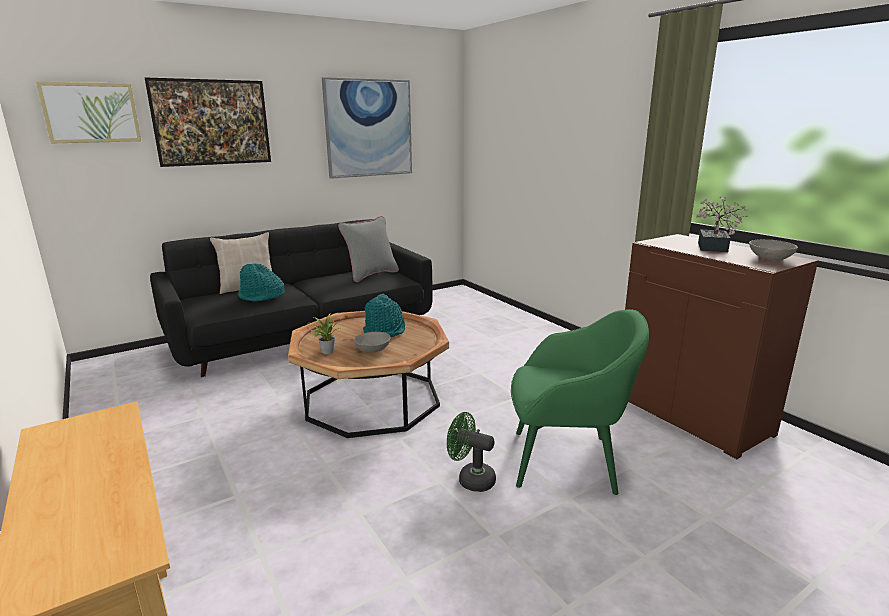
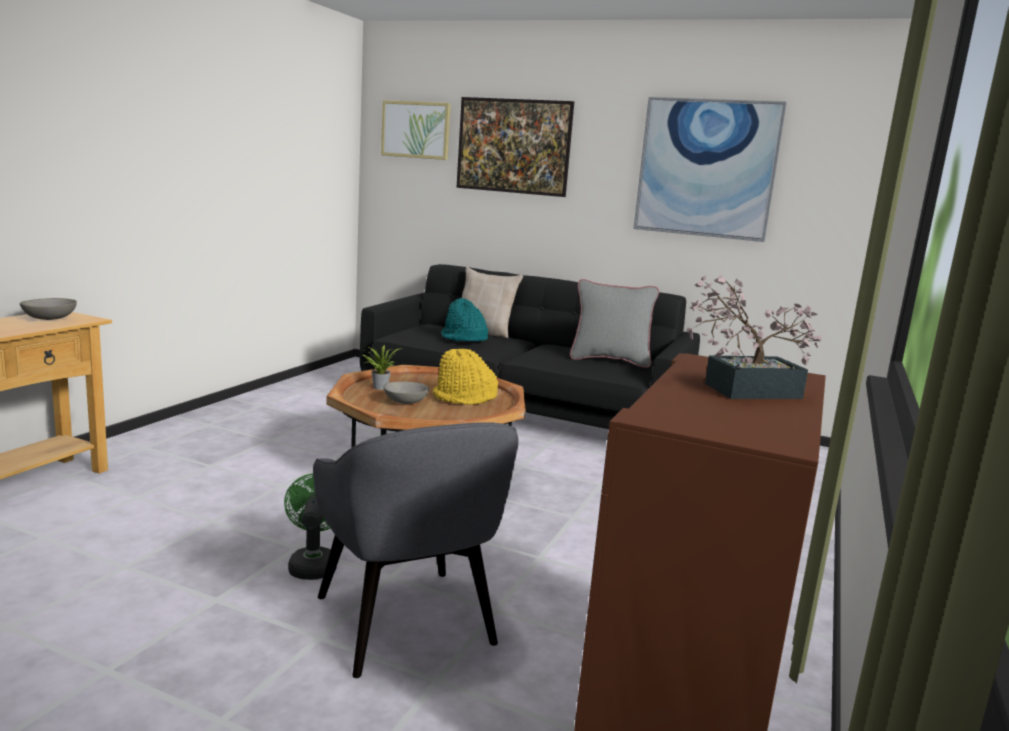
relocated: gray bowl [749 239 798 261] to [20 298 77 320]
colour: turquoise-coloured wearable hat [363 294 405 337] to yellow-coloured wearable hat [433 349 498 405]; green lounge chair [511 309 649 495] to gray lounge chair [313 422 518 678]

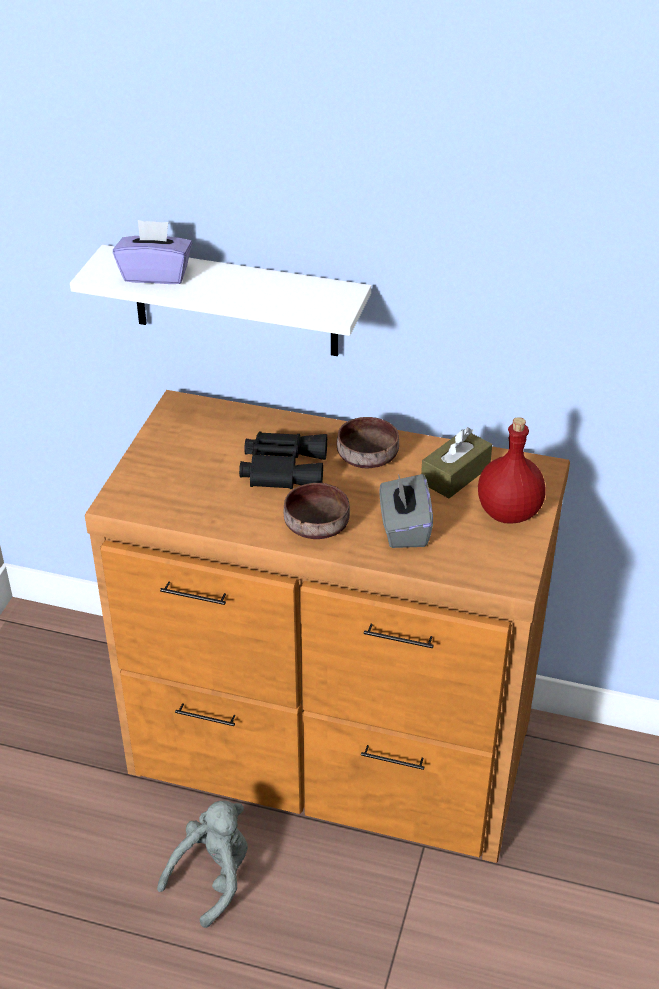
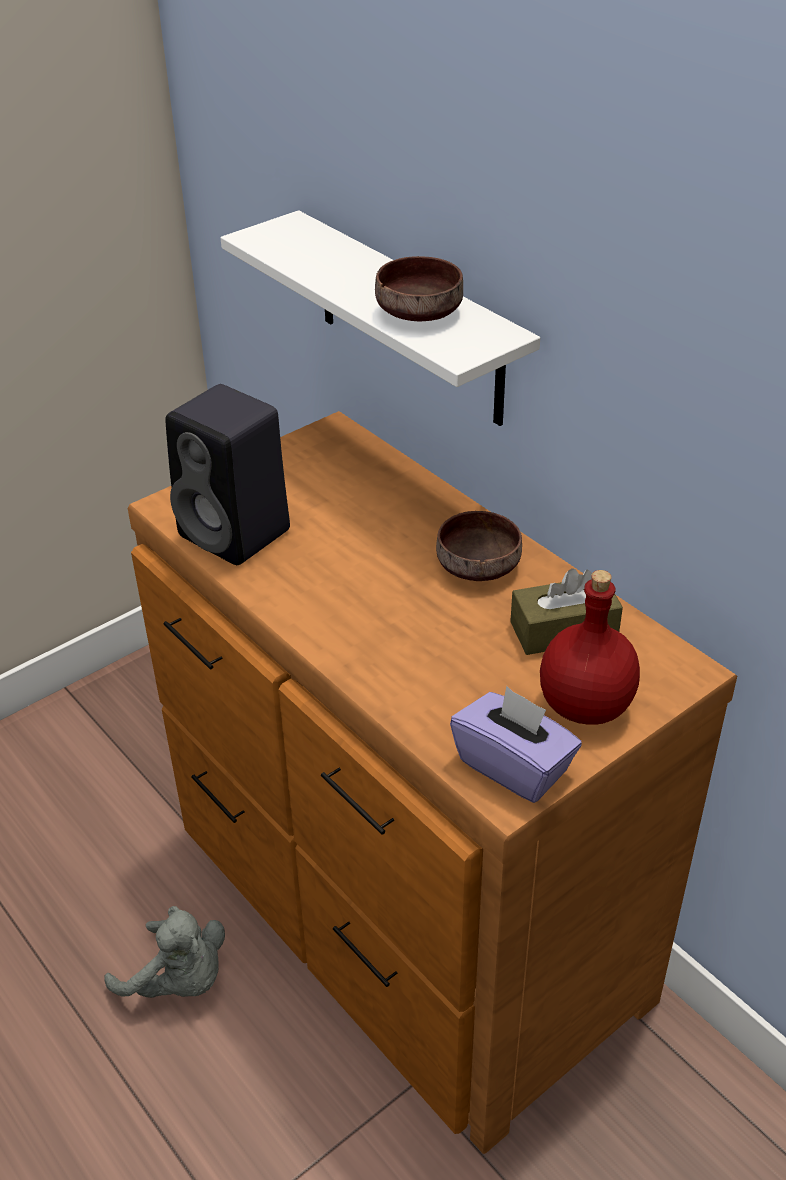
missing: blackish field glasses [239 432 327 489]; gray tissue box [379 474 433 548]
appeared: blackish audio speaker [165 384 290 565]
relocated: purple tissue box [113 220 192 284] to [450 686 582 803]; brown bowl [284 483 350 539] to [375 256 463 321]
spun: gray plush toy [157 801 248 928] = [104 906 225 998] 45 degrees clockwise

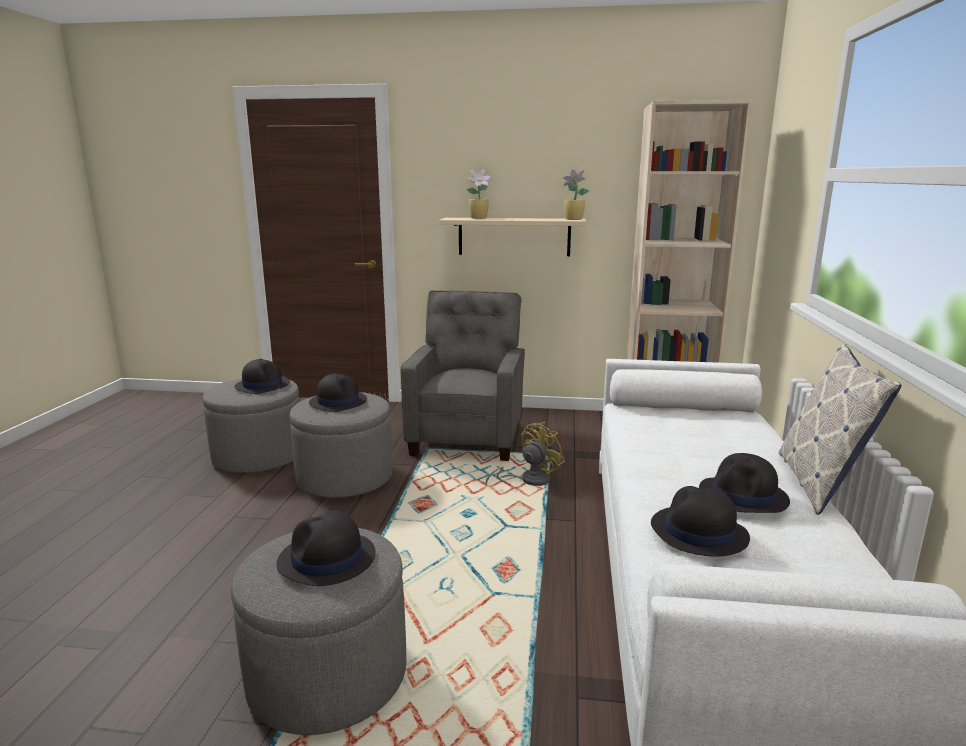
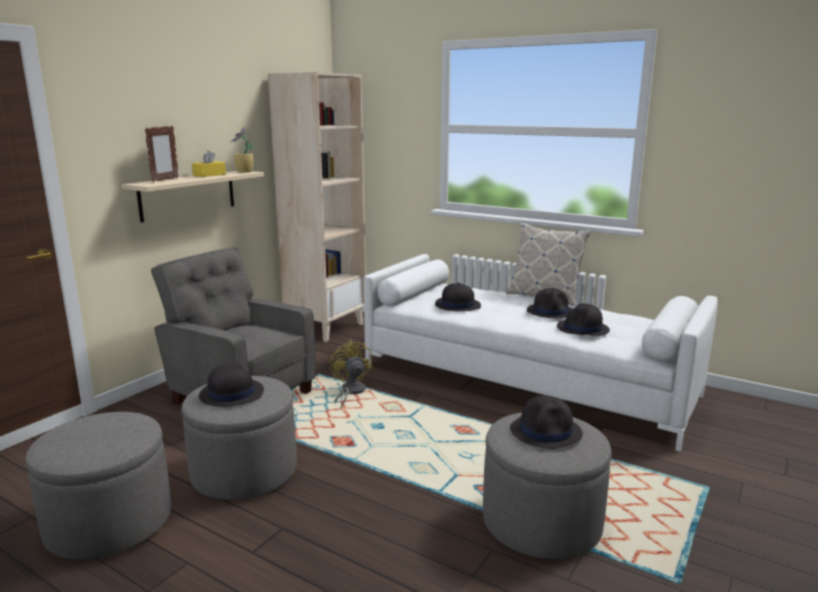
appeared: yellow-coloured tissue box [192 151 226 177]
relocated: blackish wearable hat [235 359 290 394] to [435 283 481 312]
exchanged: plant in a pot [467 170 492 219] to photo frame [145 126 179 182]

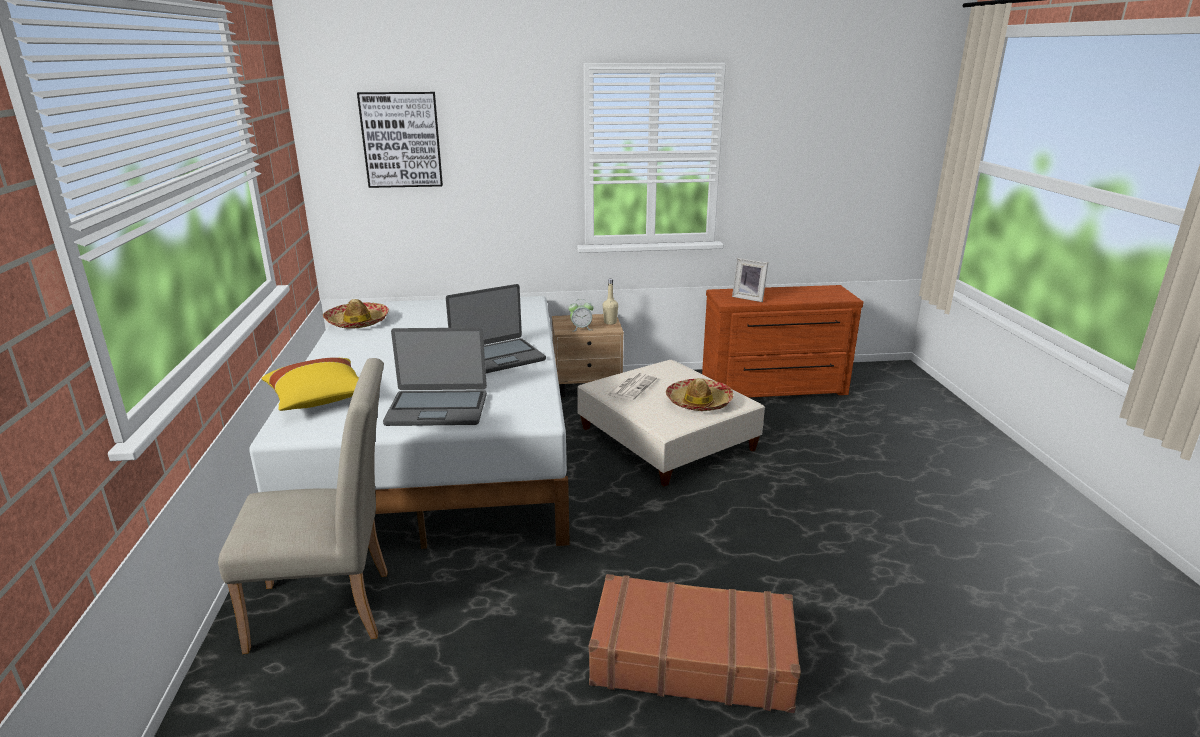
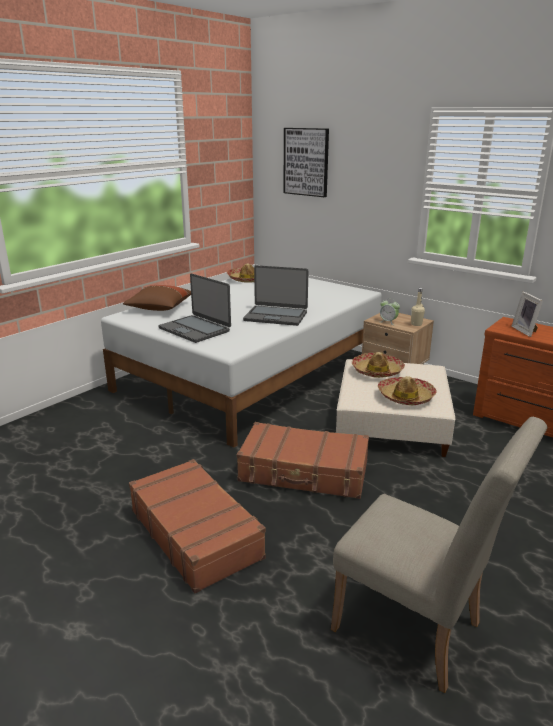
appeared: brown piece of luggage [237 422 369 499]
relocated: sand-coloured plain chair [218 358 388 654] to [331 417 548 693]
exchanged: daily paper [607 372 657 401] to wearable hat [352 352 405 378]
colour: yellow-coloured cushion [261 357 359 411] to brown cushion [123 285 191 311]

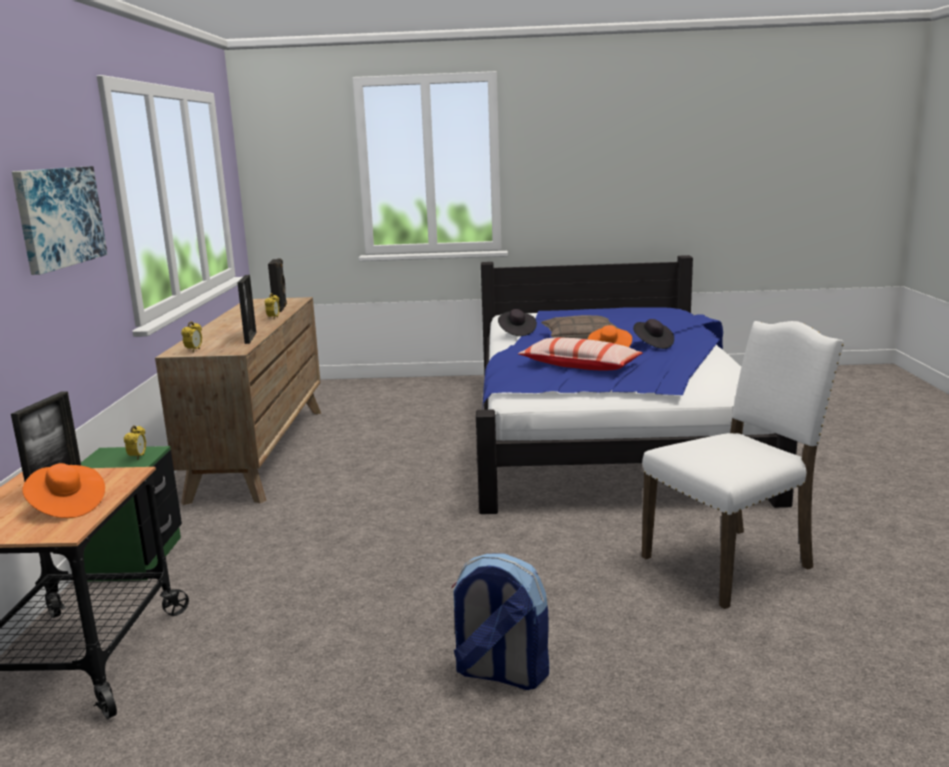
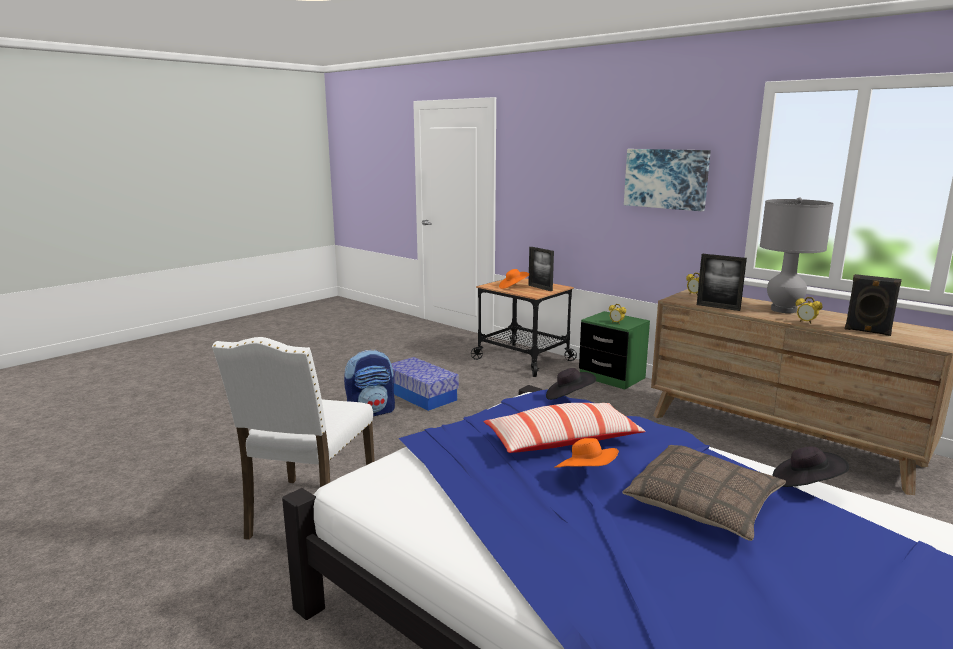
appeared: gray table lamp [760 197 834 313]; storage container [391 357 459 411]
relocated: blackish wearable hat [633 319 674 349] to [546 368 596 400]

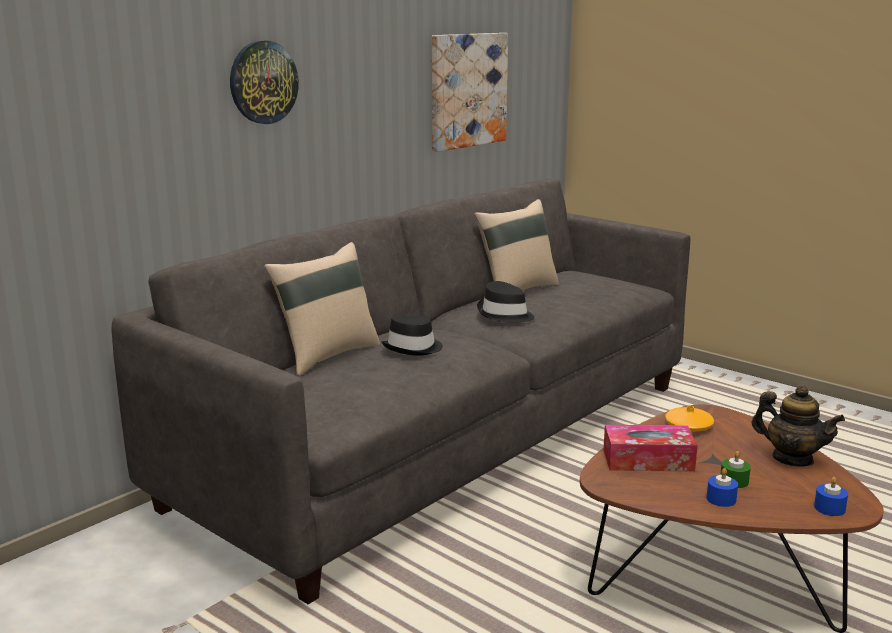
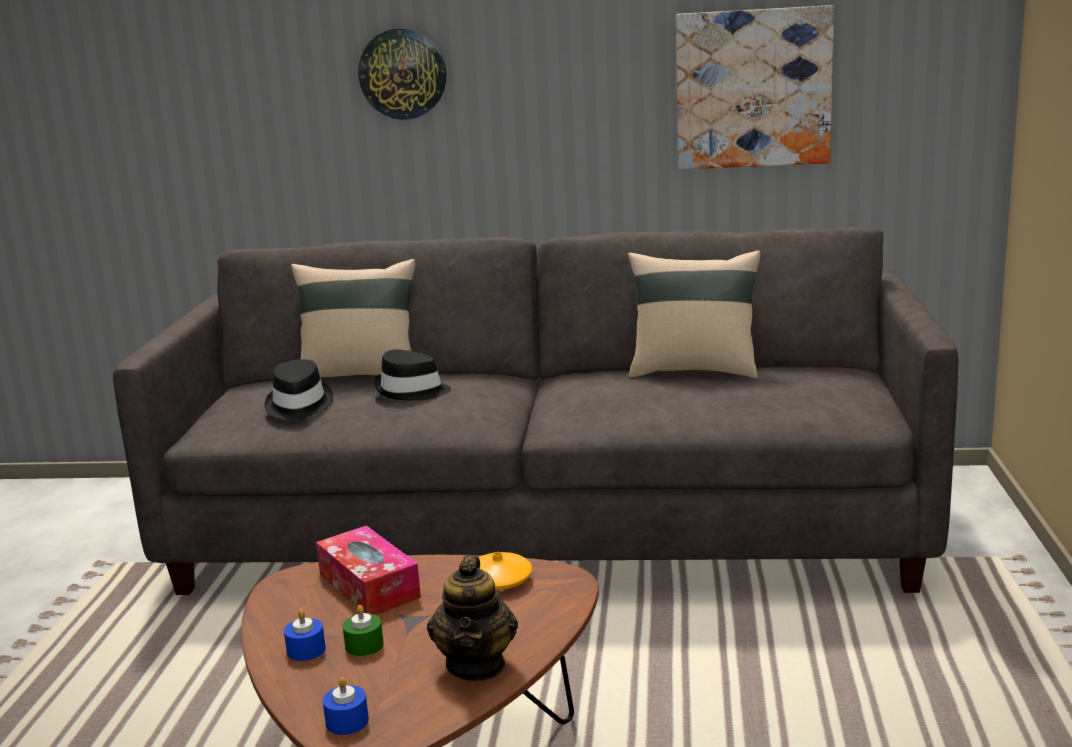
relocated: blackish wearable hat [477 281 534 323] to [265 359 333 419]

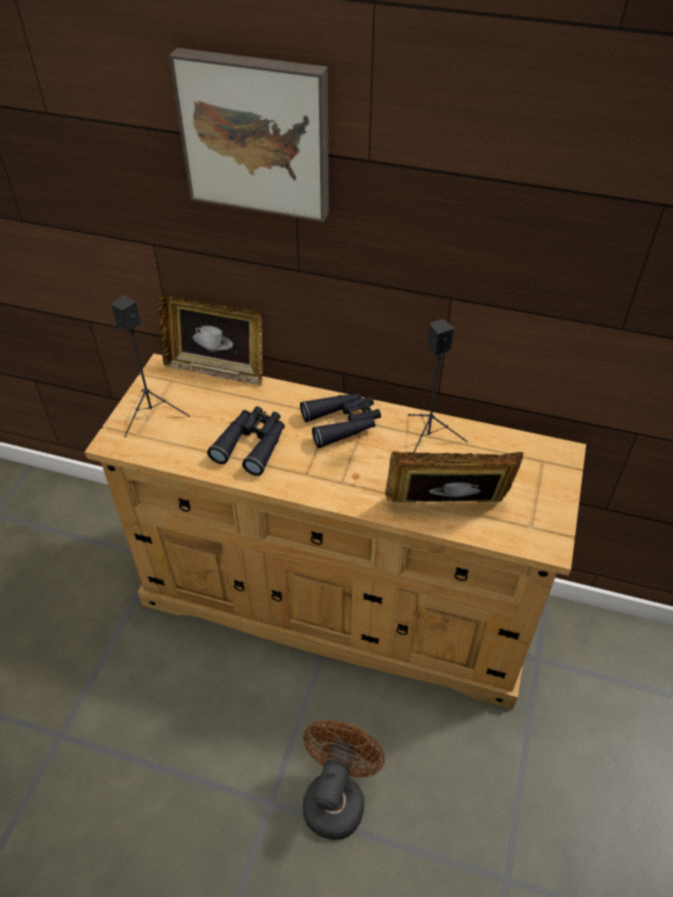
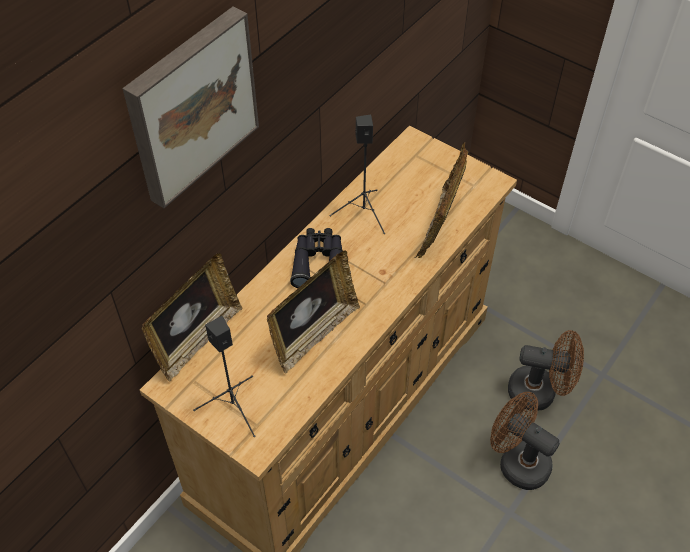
appeared: brown fan [508 330 584 411]
exchanged: blackish field glasses [207 406 285 476] to photo frame [267 250 360 374]

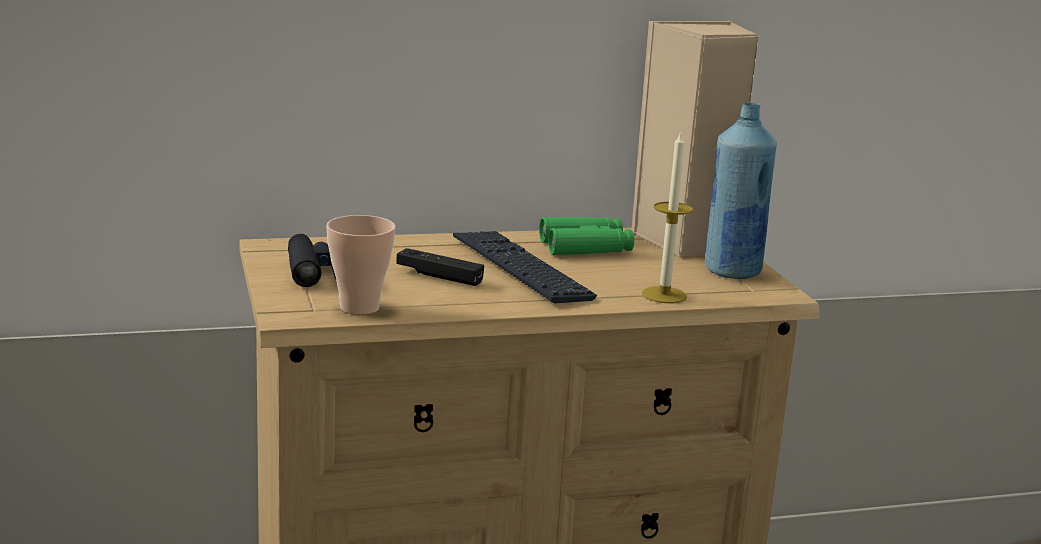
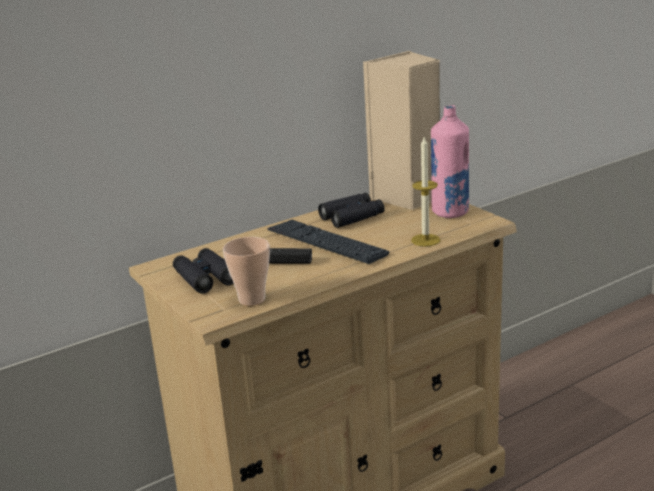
colour: bluish drink bottle [705 103 777 279] to pink drink bottle [431 105 469 218]; green field glasses [539 217 634 255] to blackish field glasses [318 193 385 228]

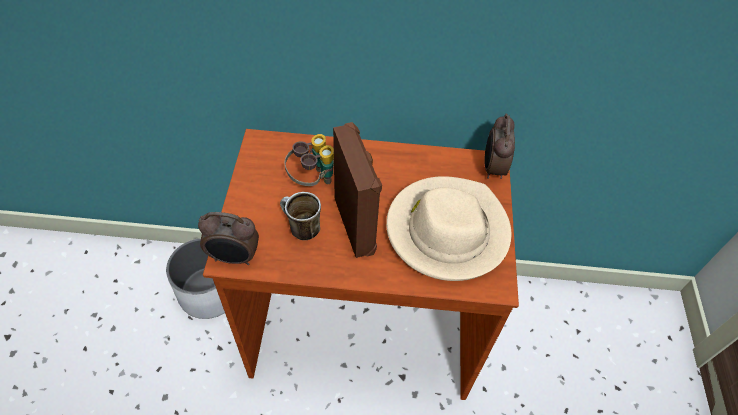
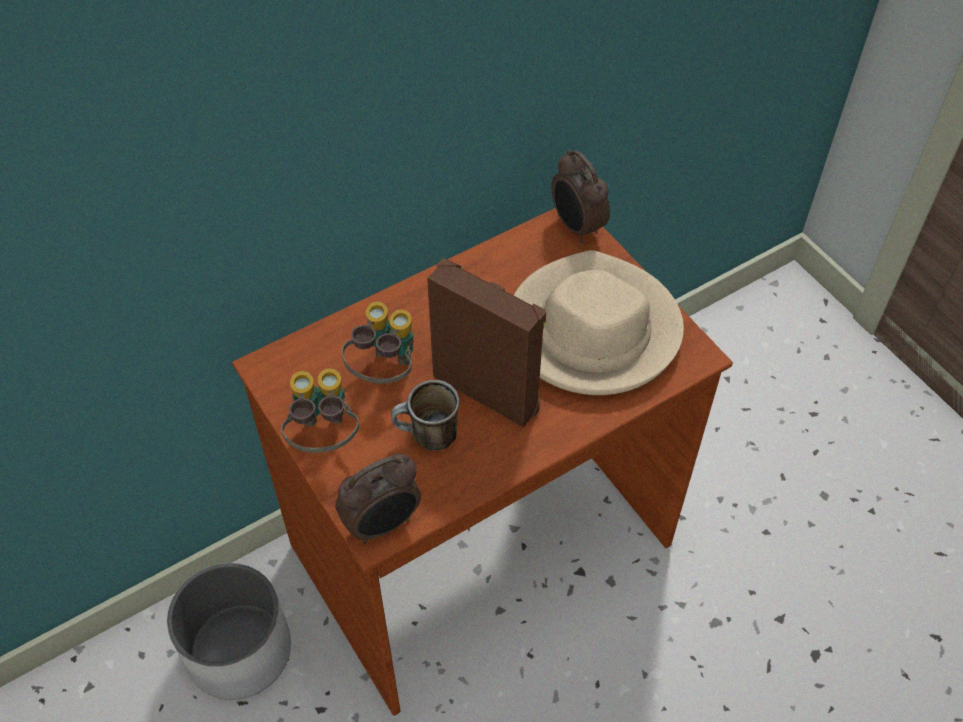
appeared: field glasses [281 369 359 453]

